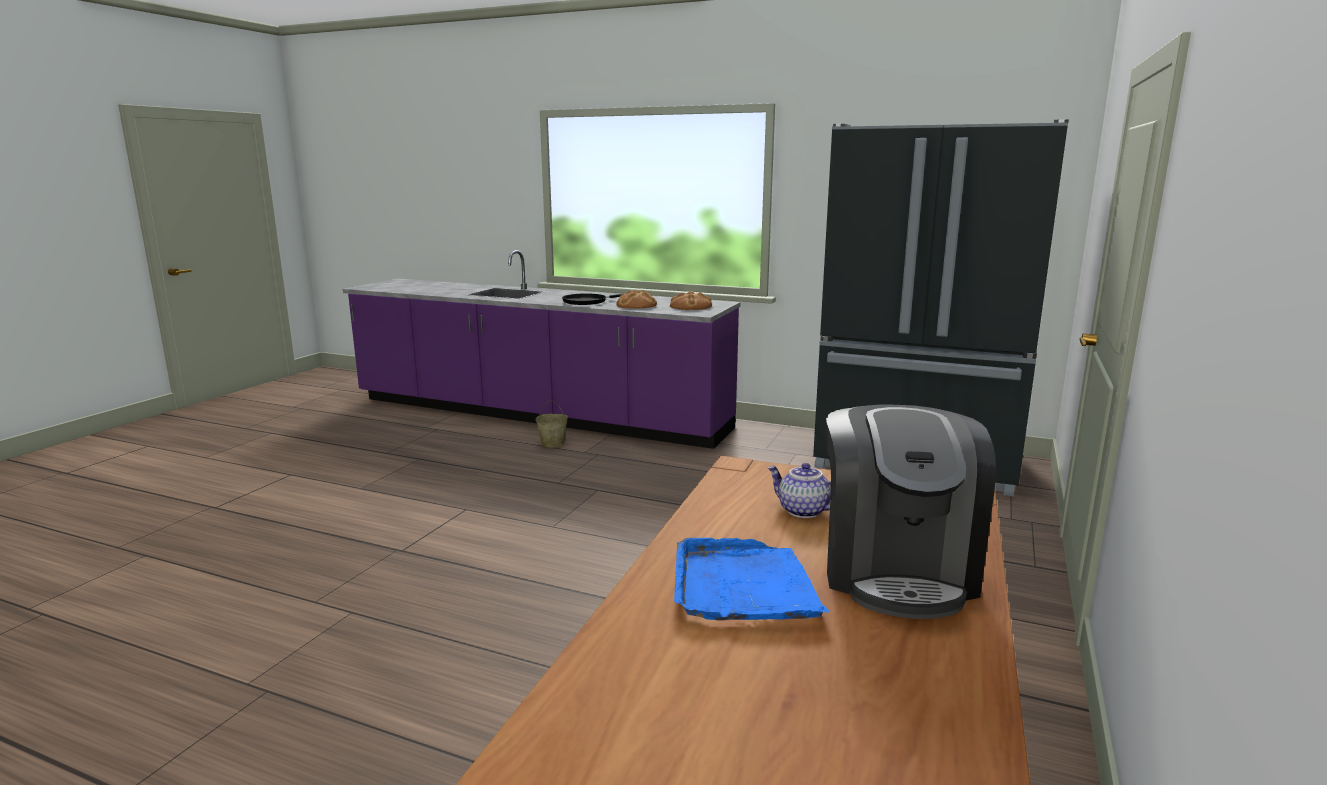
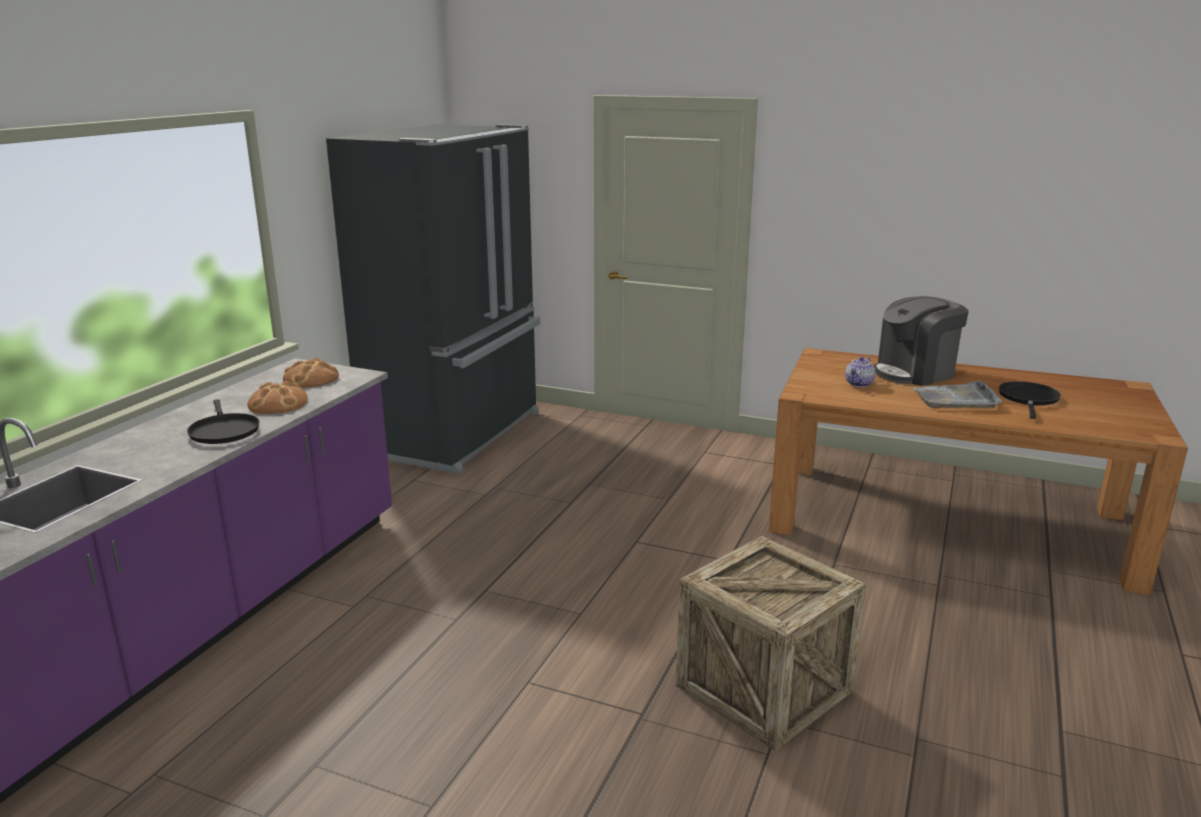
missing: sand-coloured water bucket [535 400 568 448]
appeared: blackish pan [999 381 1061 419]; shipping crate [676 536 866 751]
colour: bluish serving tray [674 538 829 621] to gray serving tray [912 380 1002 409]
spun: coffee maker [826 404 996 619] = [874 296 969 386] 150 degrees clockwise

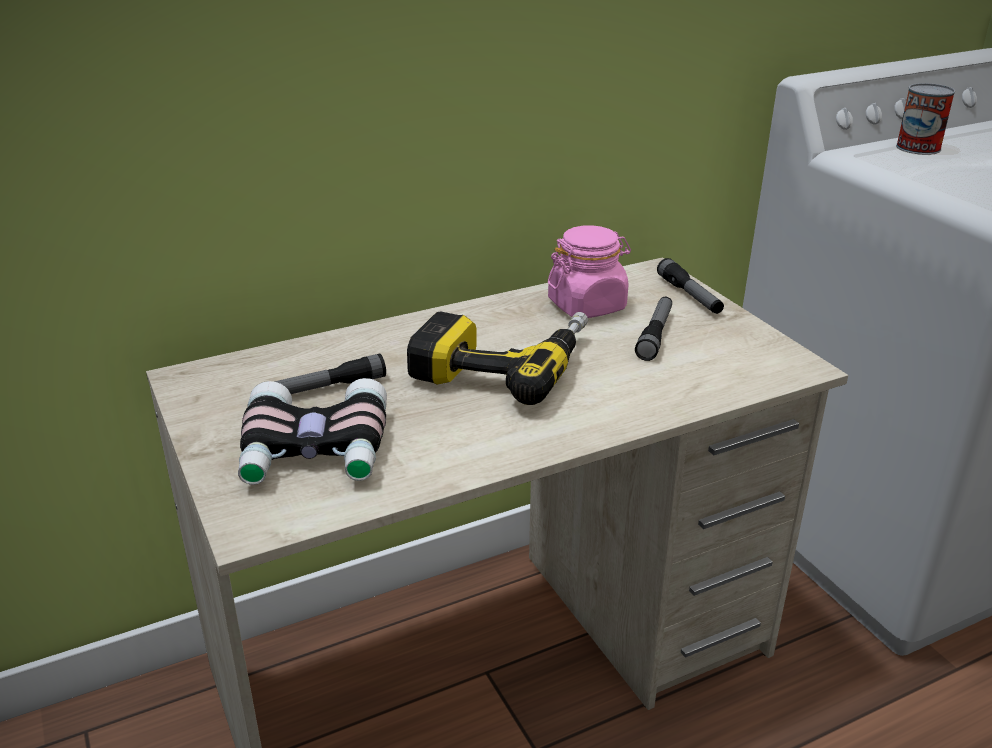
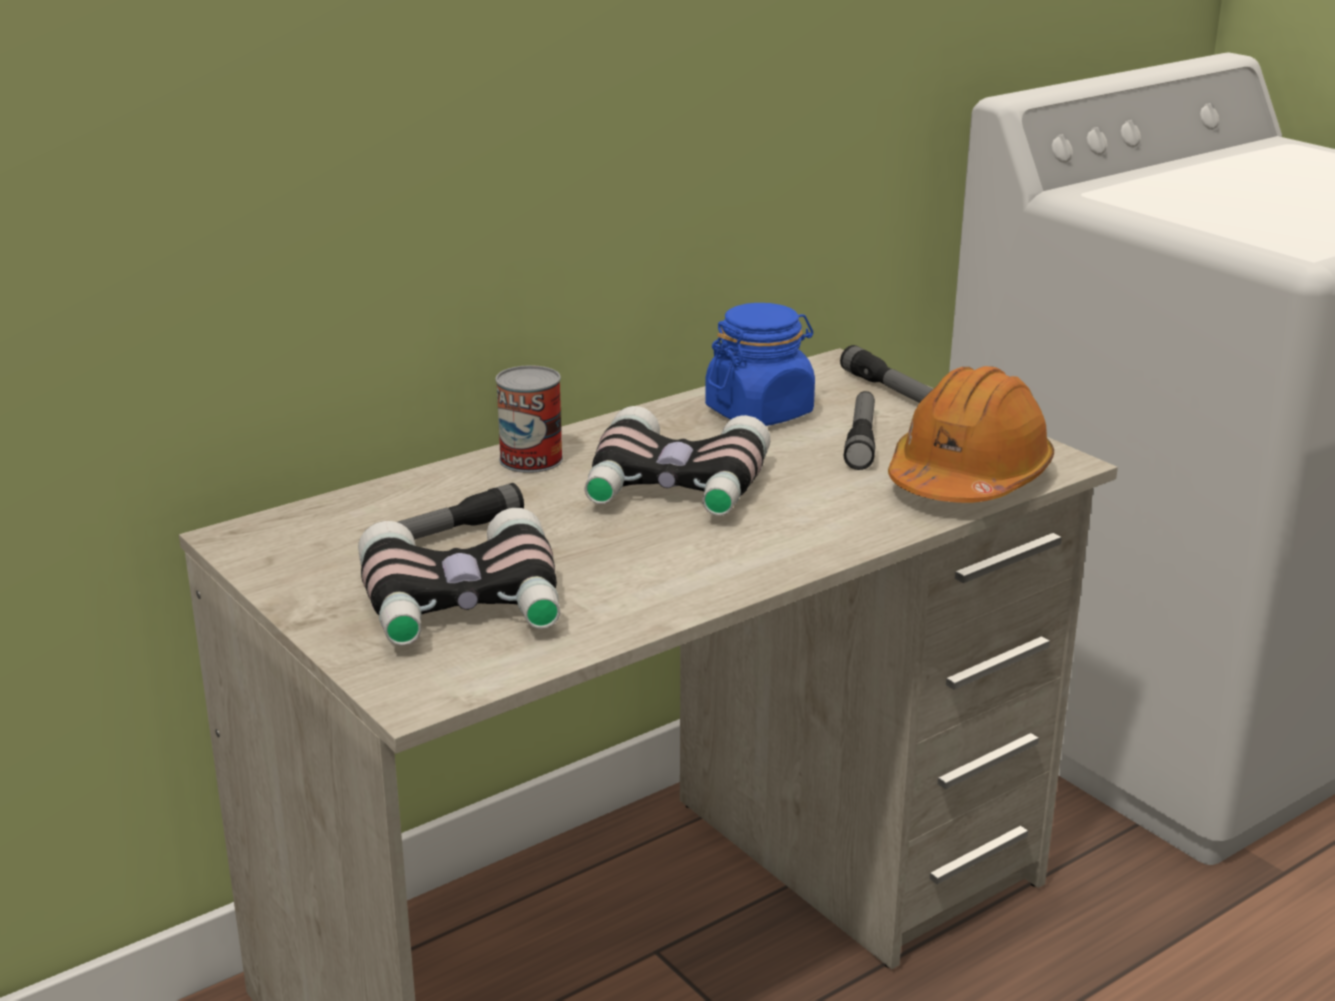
appeared: orange work helmet [888 366 1054 503]
relocated: sealed can [896 83 955 155] to [495 365 563 473]
exchanged: drill [407 312 588 405] to field glasses [584 406 771 516]
colour: pink jar [548 225 631 318] to bluish jar [705 303 815 426]

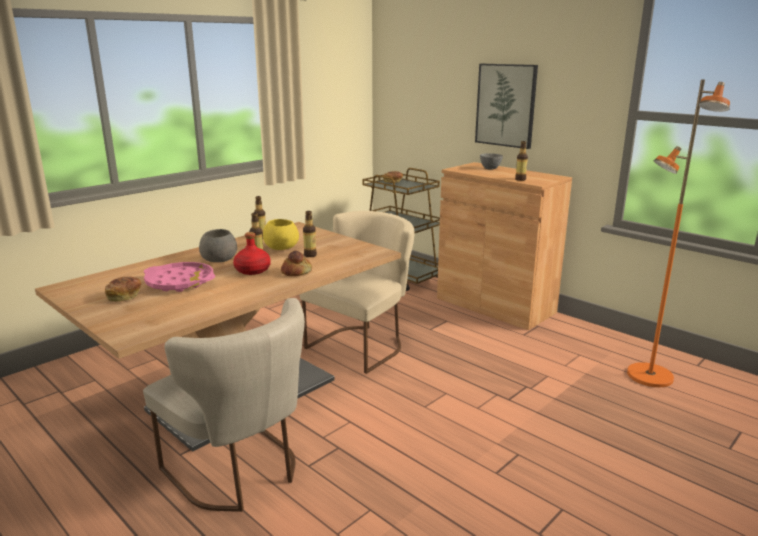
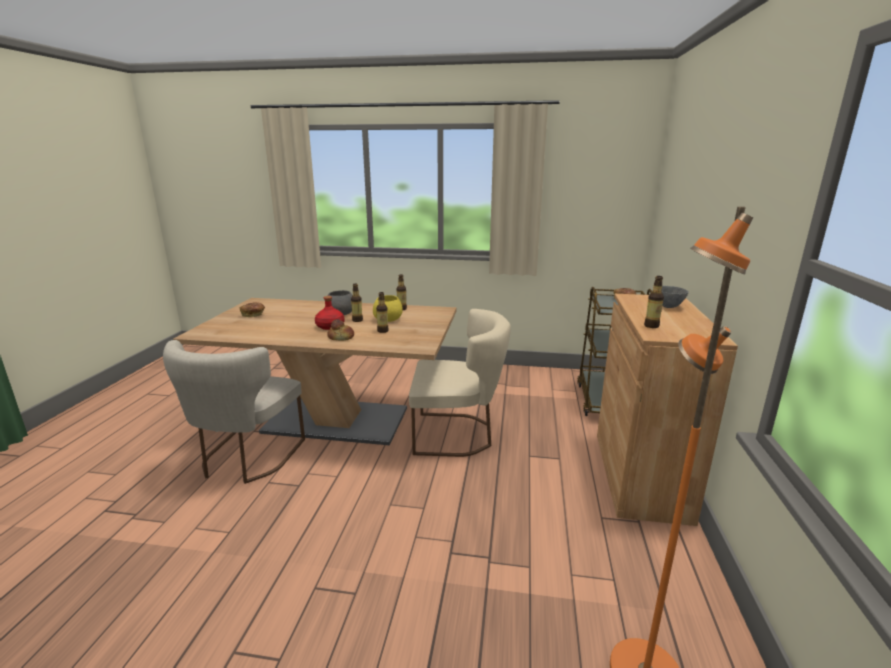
missing: wall art [475 64 538 149]; pink serving tray [144 262 215 292]

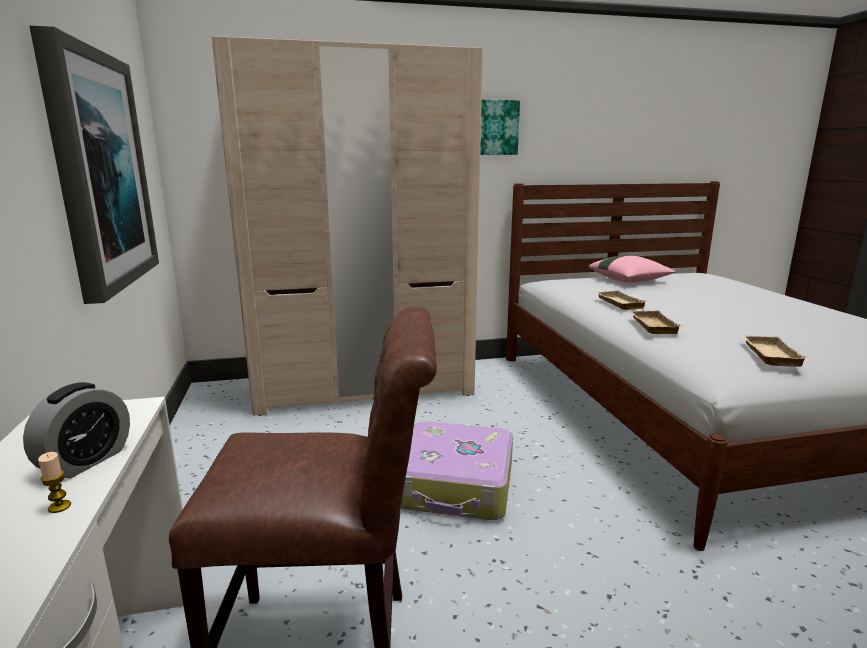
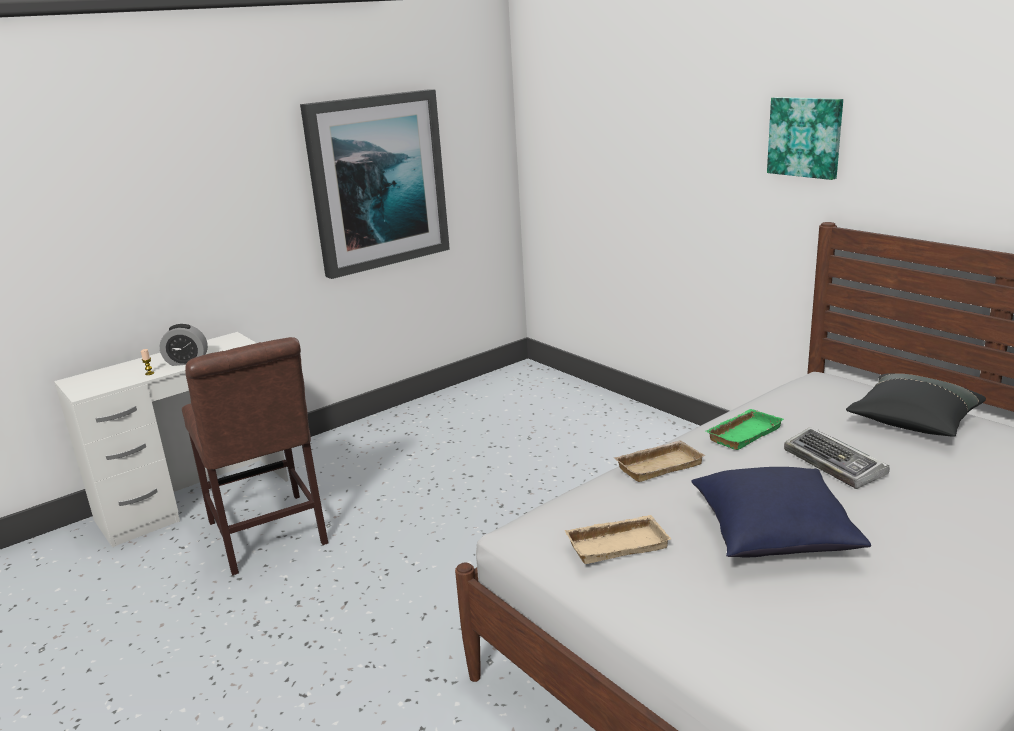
missing: sand-coloured clothes cupboard [212 36 483 416]; piece of luggage [401 421 513 520]
appeared: PC keyboard [784 427 890 489]; bluish cushion [692 467 871 557]
colour: pink cushion [588 255 675 283] to blackish cushion [846 373 986 437]; sand-coloured serving tray [595 290 646 310] to green serving tray [706 409 784 450]

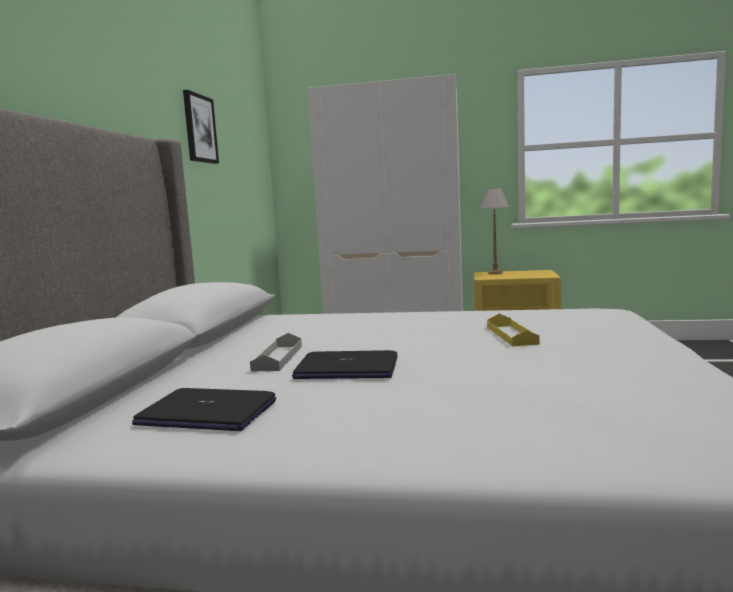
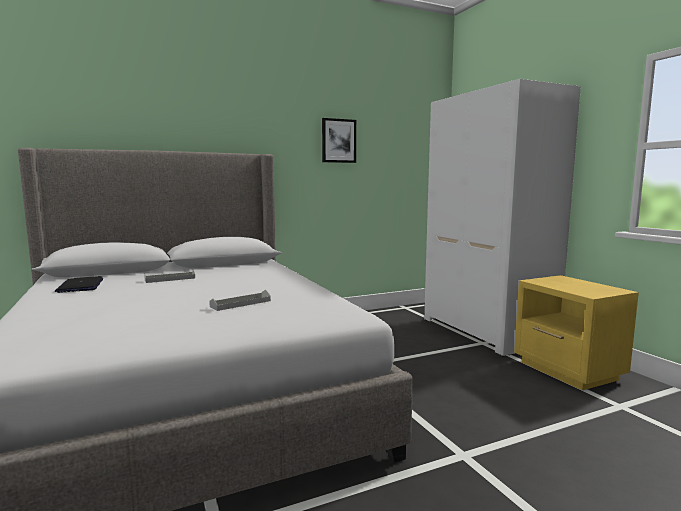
missing: table lamp [480 188 509 274]; notebook computer [292 350 398 379]
colour: yellow-coloured serving tray [487 314 540 347] to gray serving tray [209 290 271 311]

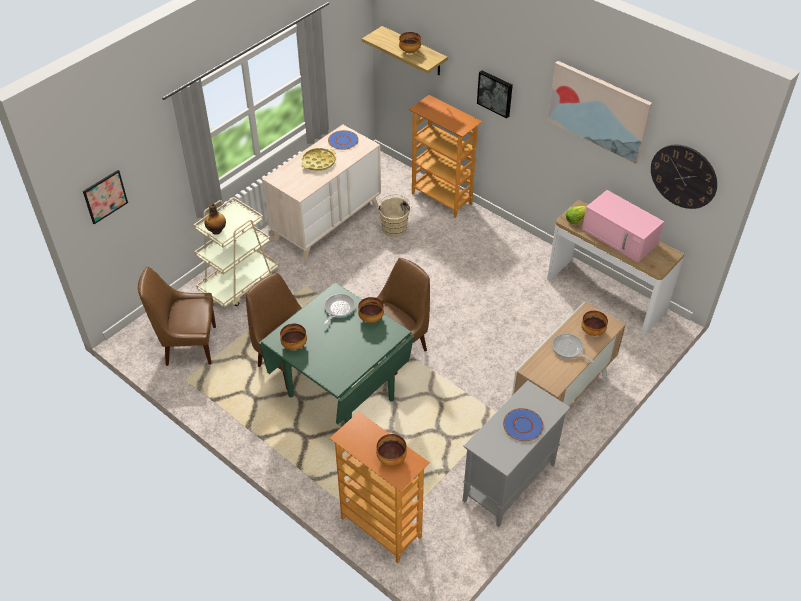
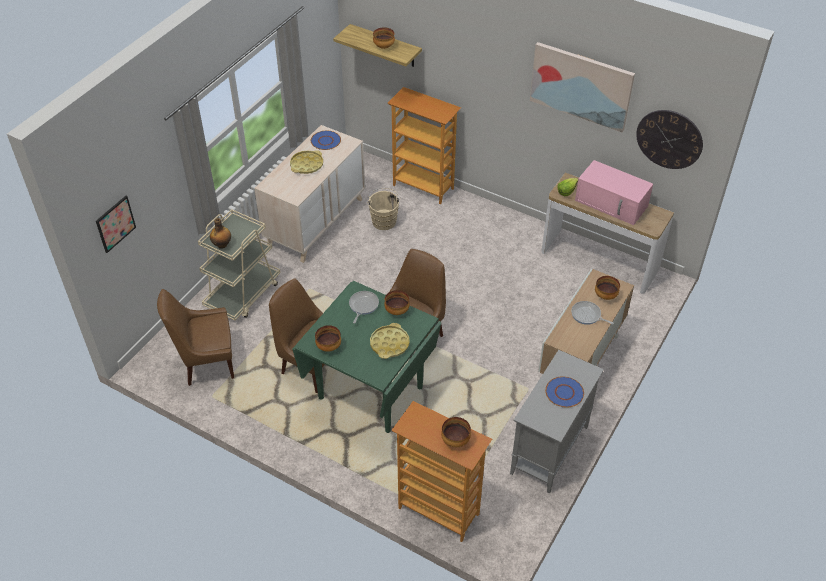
missing: wall art [477 70 513 118]
appeared: yellow-coloured serving tray [370 323 410 359]

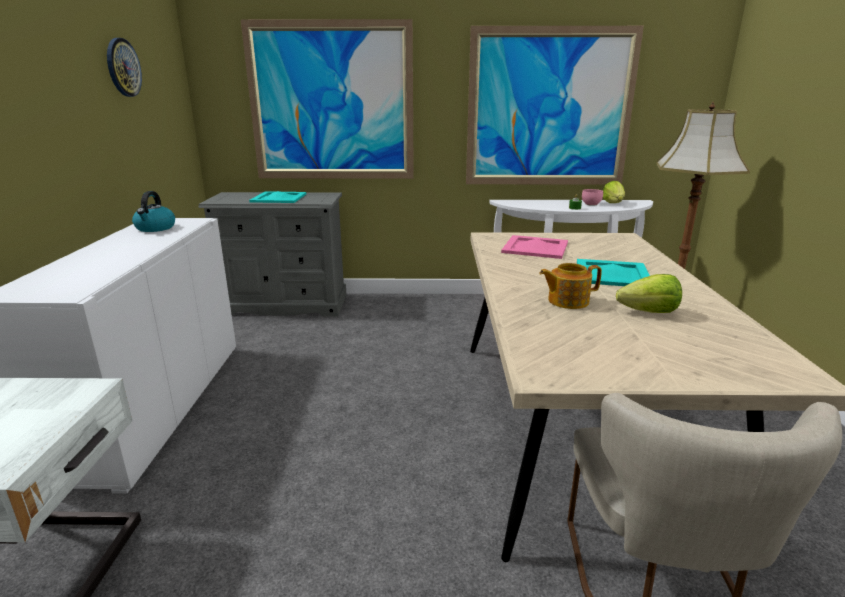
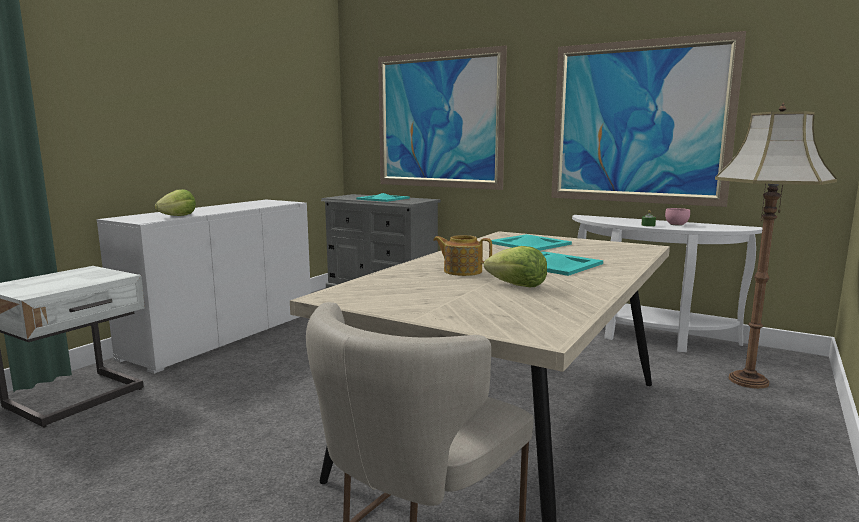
missing: hanging clock [107 38 142 97]; water kettle [132 191 175 232]
relocated: lettuce [603 181 625 203] to [154 189 196 216]
colour: pink serving tray [501 235 568 259] to turquoise-coloured serving tray [491 234 572 251]

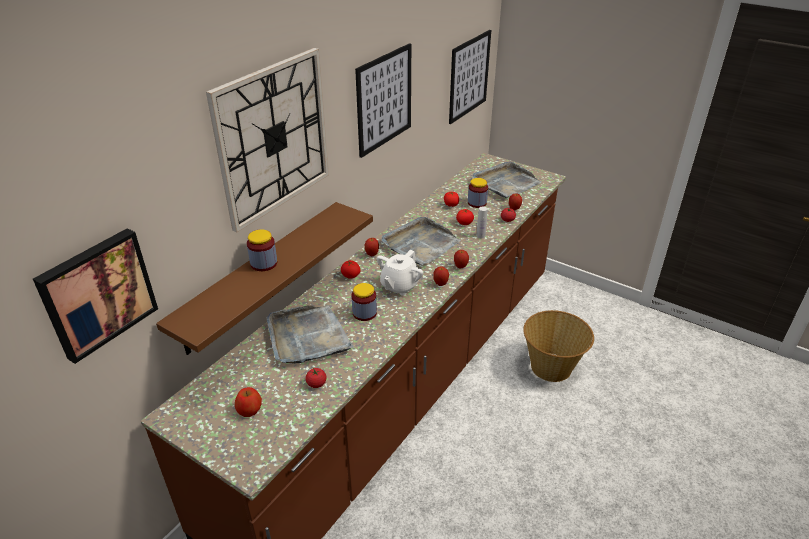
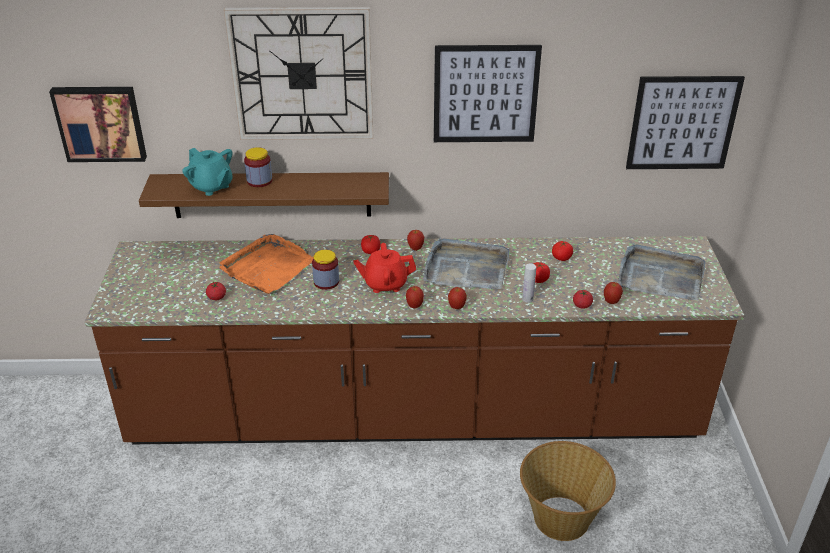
missing: jar [468 178 488 208]; whole apple [235 387 262 417]
appeared: turquoise-coloured tea pot [182 148 233 196]
colour: whitish tea pot [377 250 423 296] to reddish tea pot [353 243 416 293]; gray serving tray [267 306 354 364] to orange serving tray [219 234 314 294]

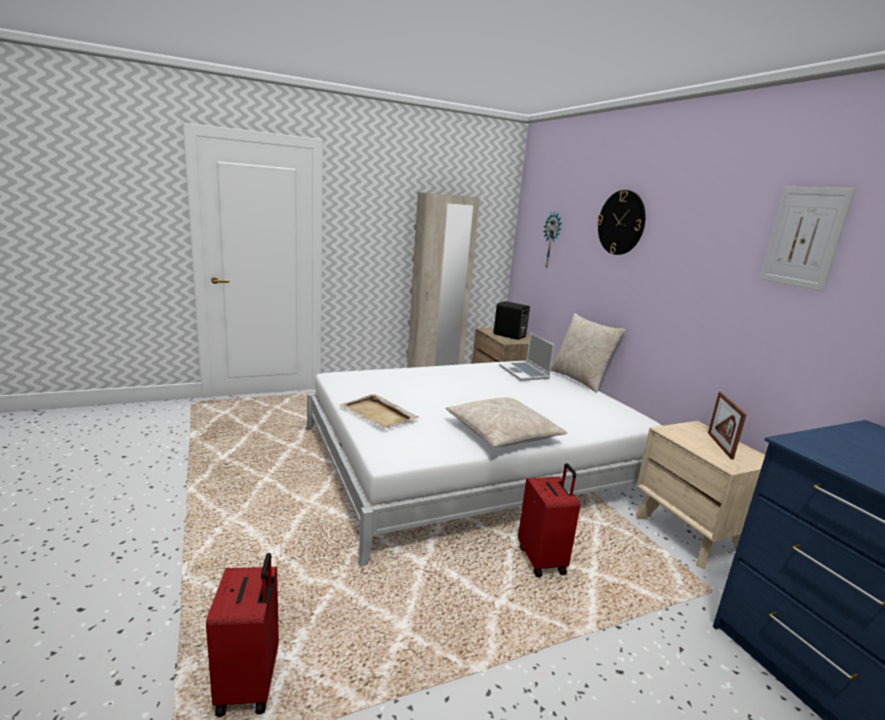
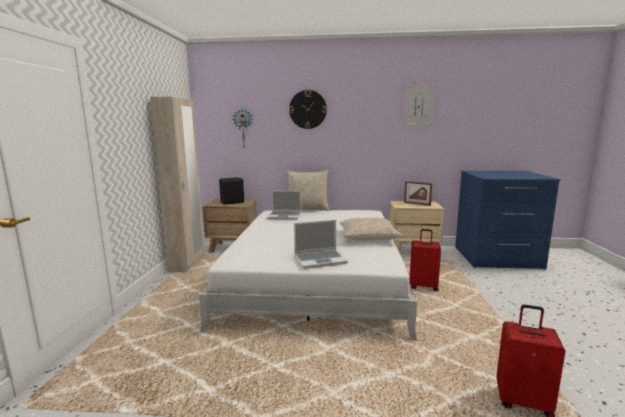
exchanged: sand-coloured serving tray [339 394 419 429] to notebook computer [294 220 348 269]

